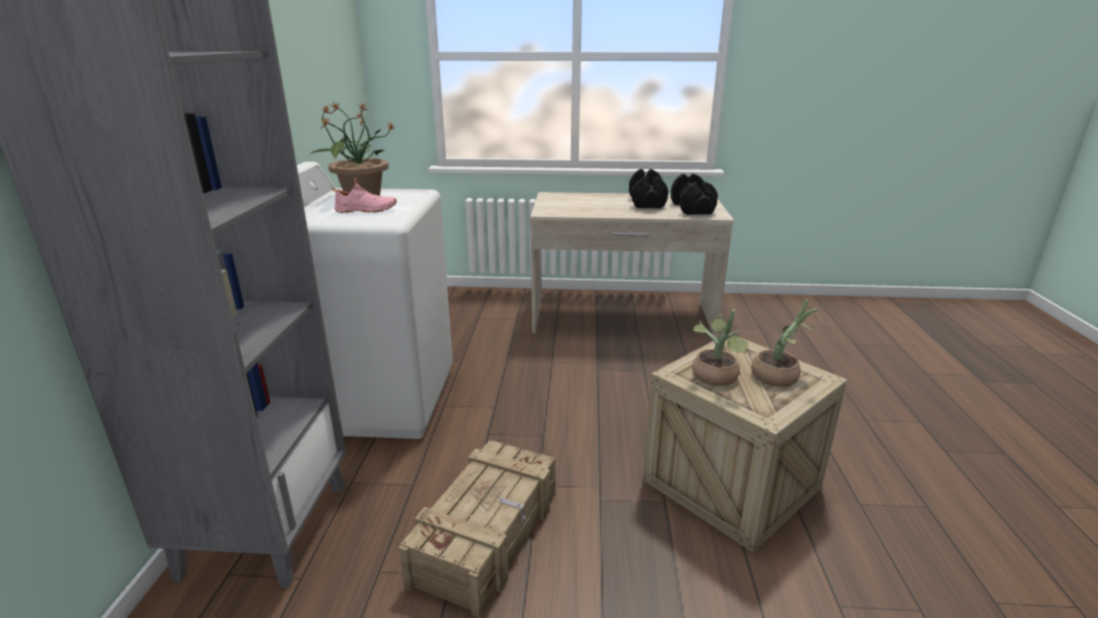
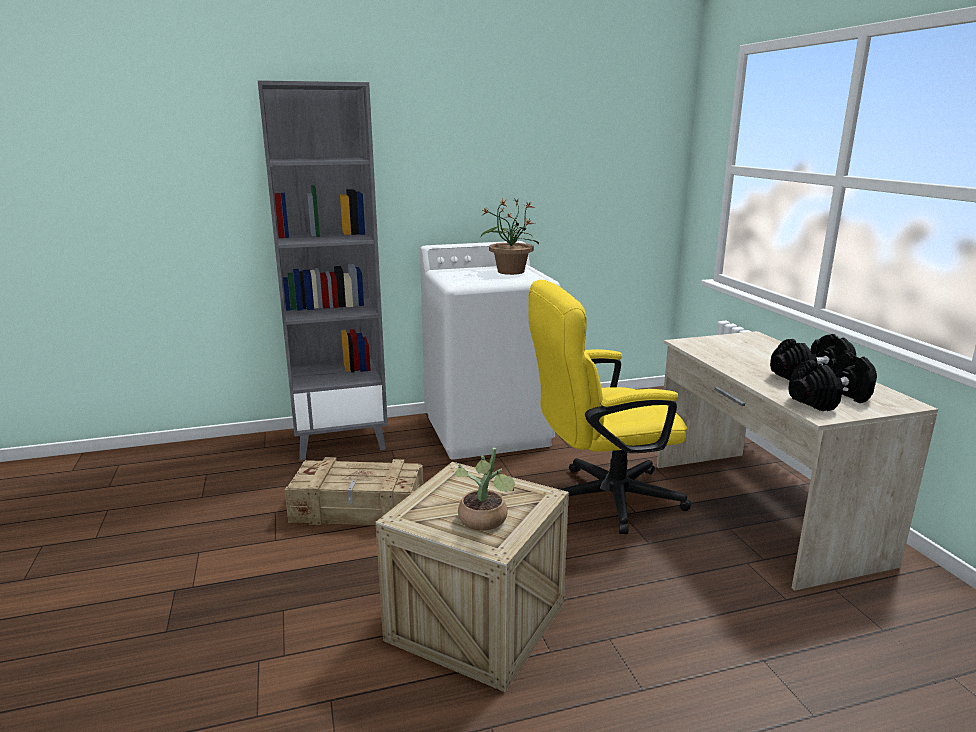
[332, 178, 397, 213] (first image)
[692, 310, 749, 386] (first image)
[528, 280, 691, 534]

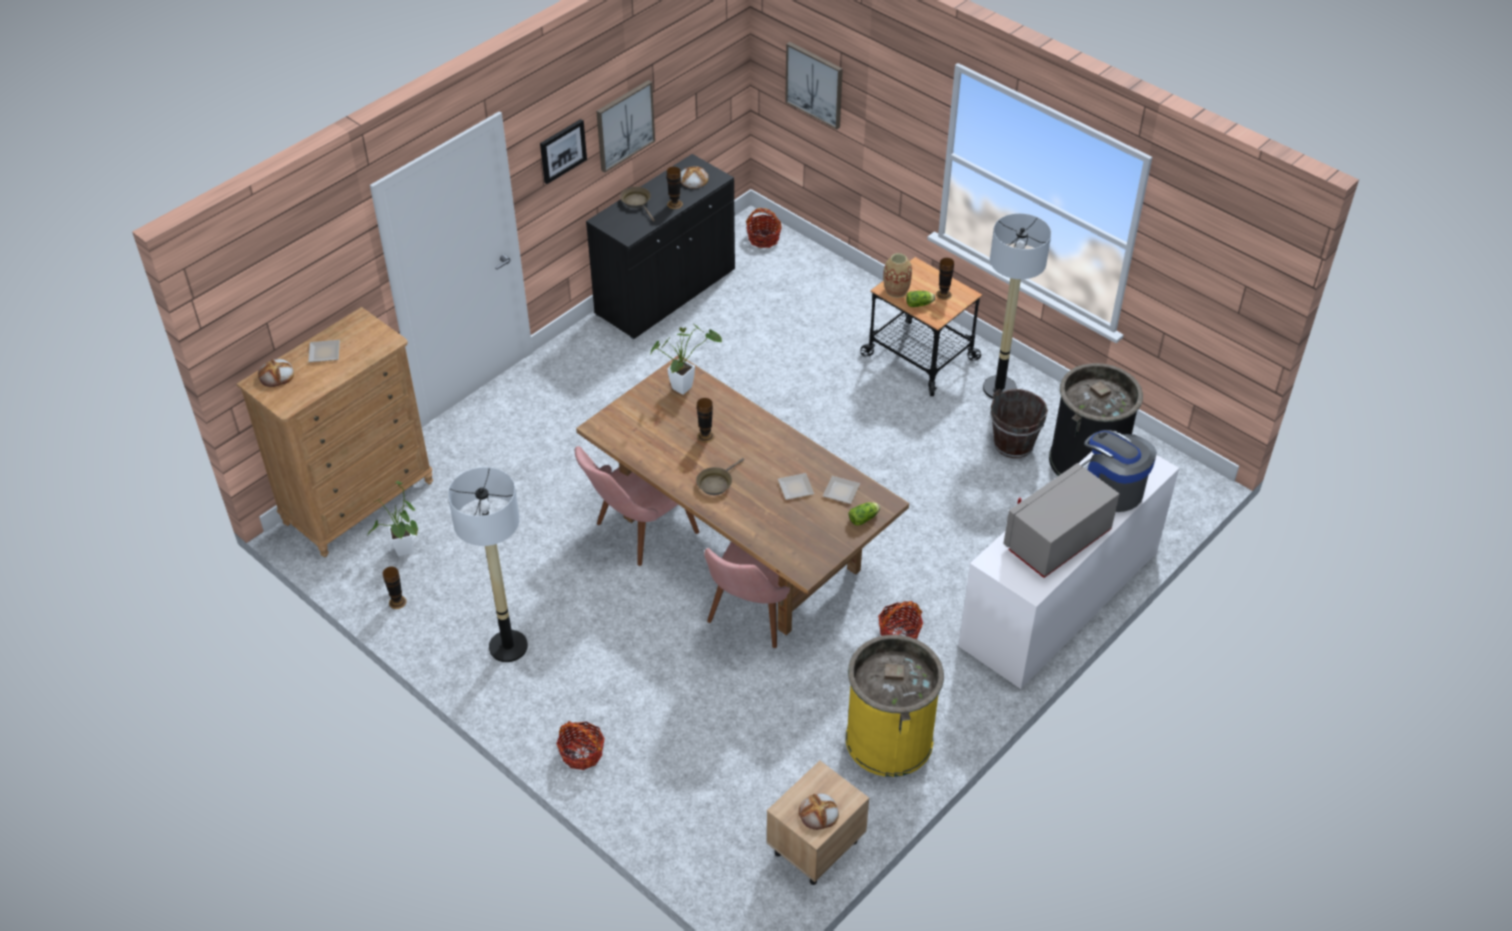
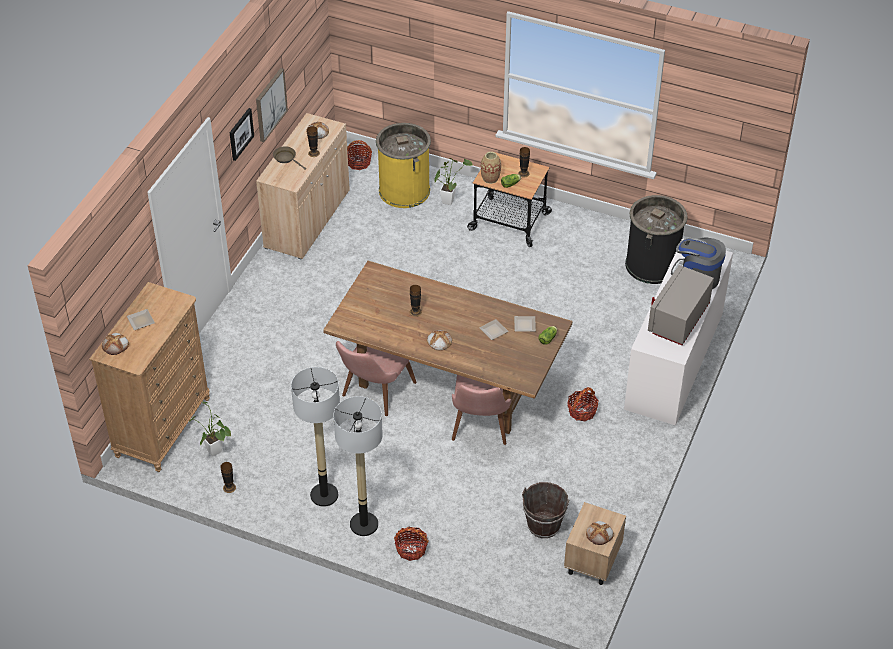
[256, 113, 350, 259]
[434, 158, 473, 205]
[427, 330, 452, 351]
[785, 42, 843, 130] (first image)
[376, 123, 431, 208]
[333, 396, 383, 536]
[522, 482, 570, 538]

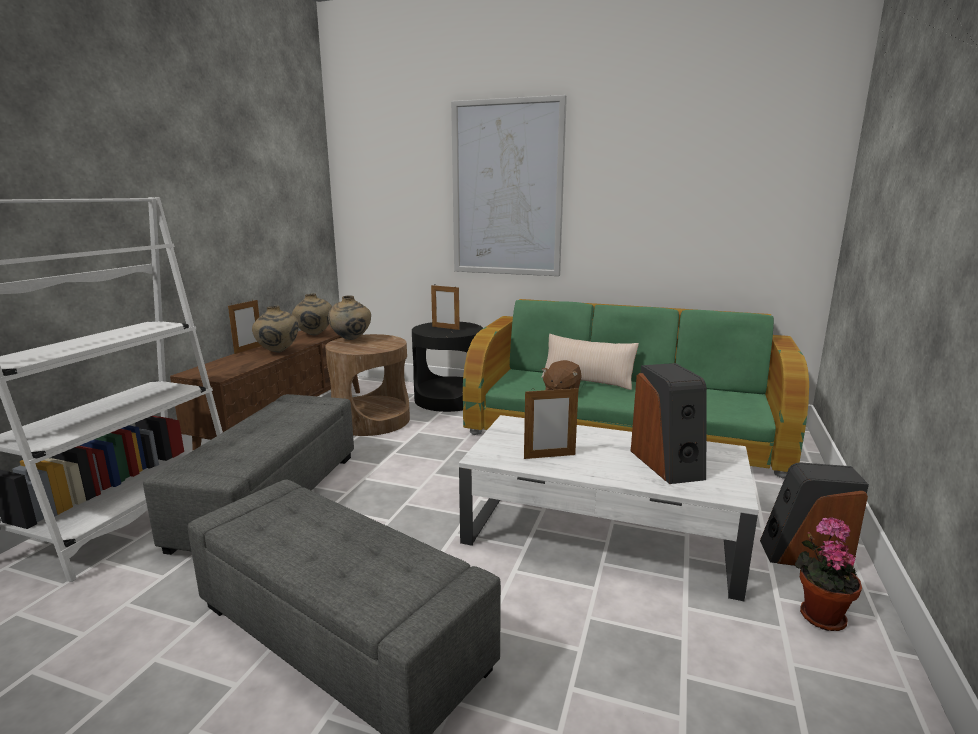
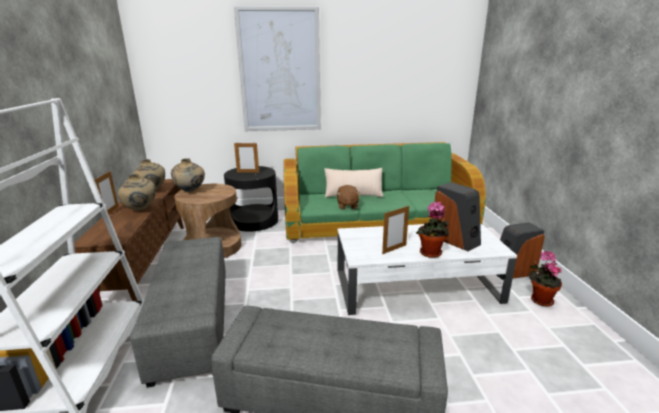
[416, 201, 449, 258]

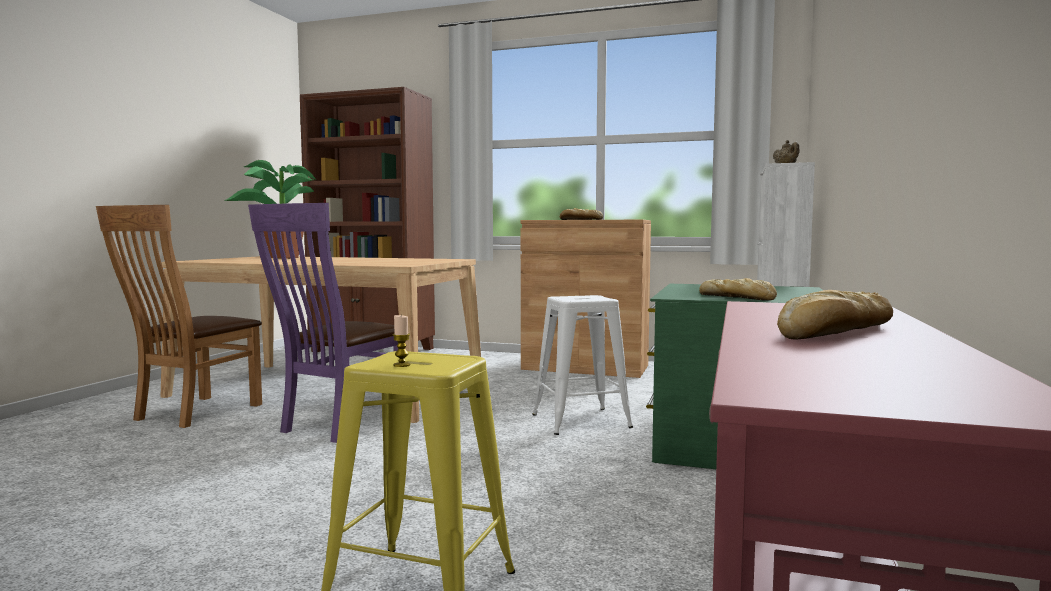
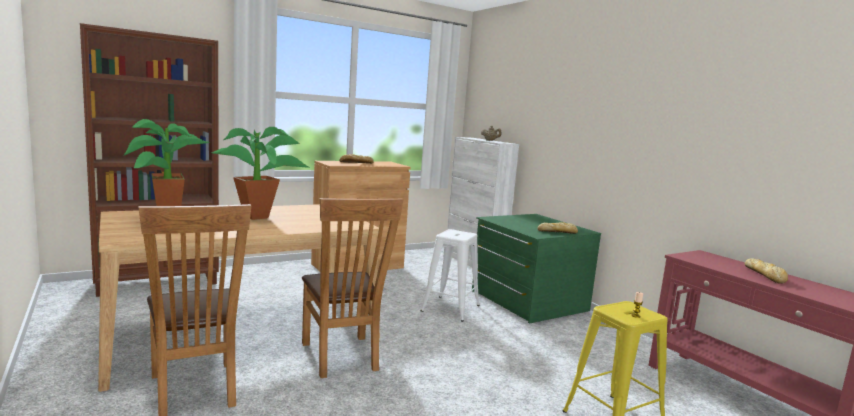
[302, 198, 403, 378]
[212, 127, 309, 220]

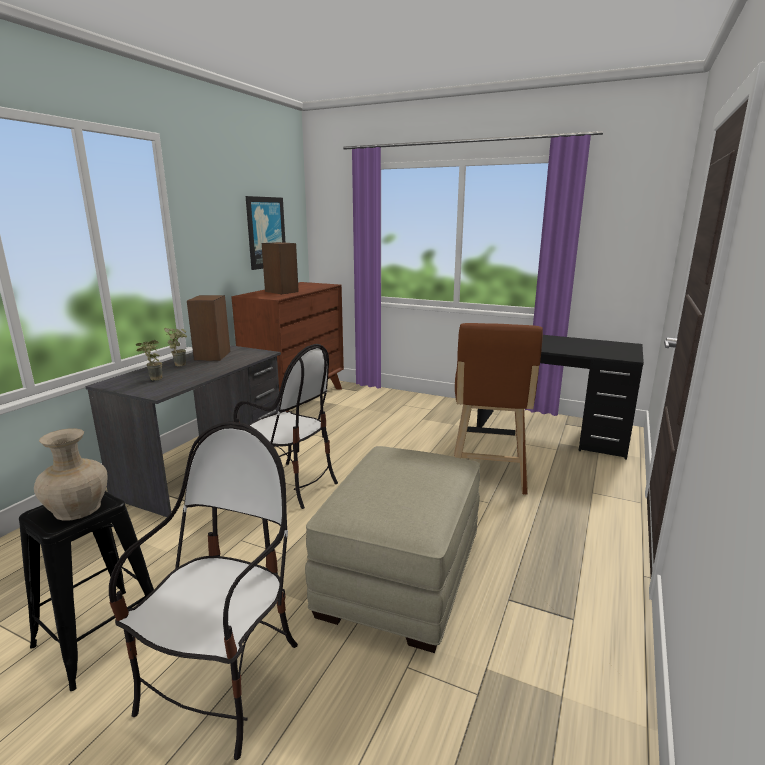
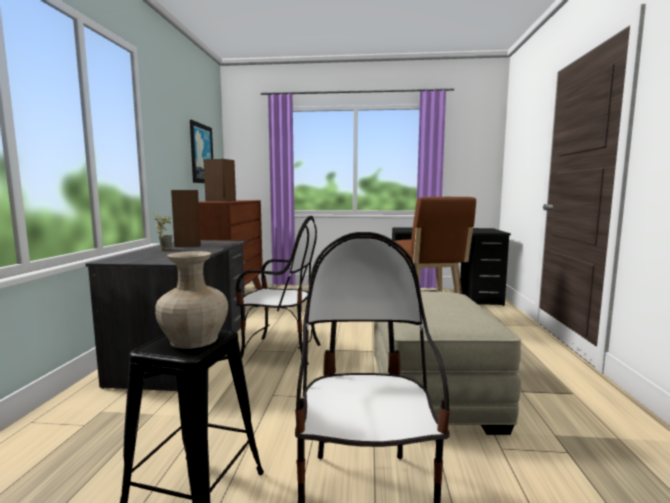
[136, 340, 162, 380] (first image)

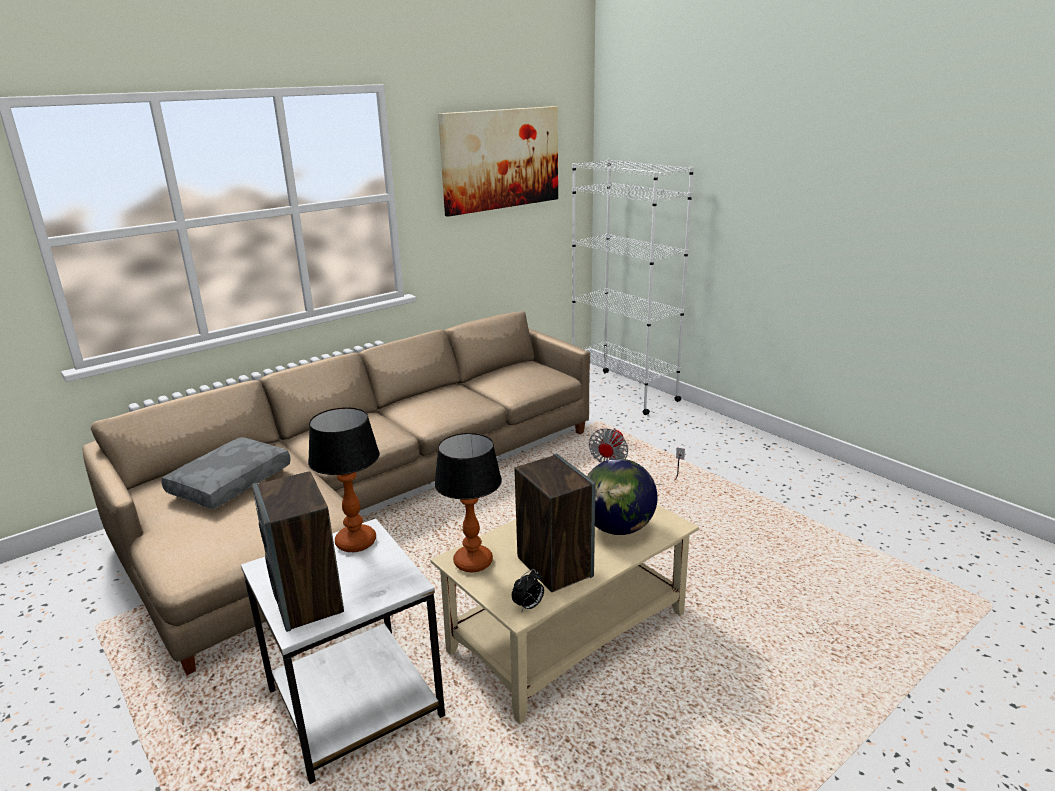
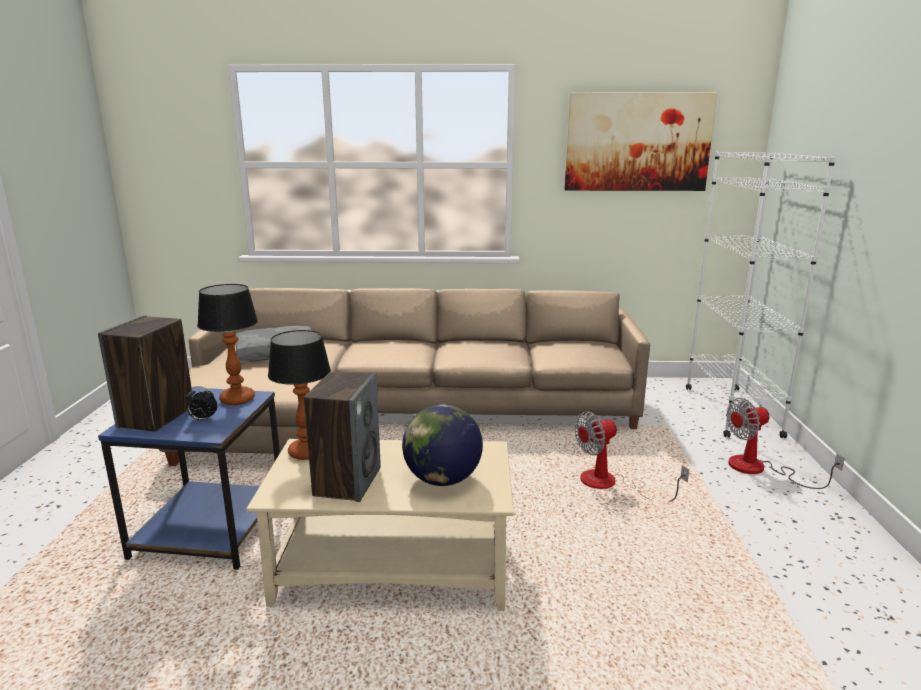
[98, 387, 280, 570]
[185, 387, 217, 421]
[726, 398, 845, 489]

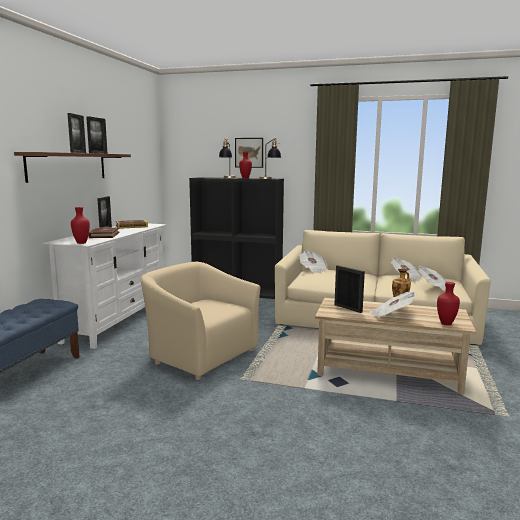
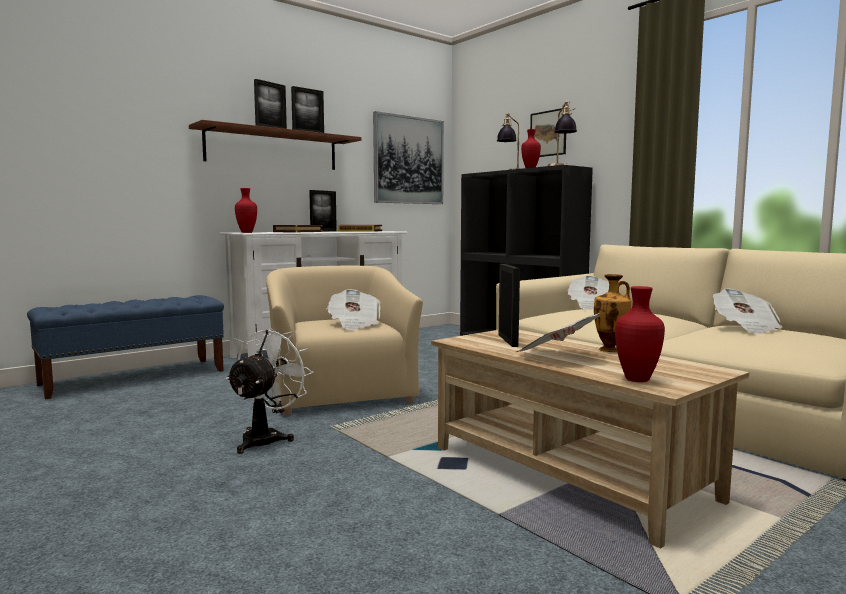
[327, 289, 381, 330]
[226, 329, 314, 454]
[373, 111, 444, 204]

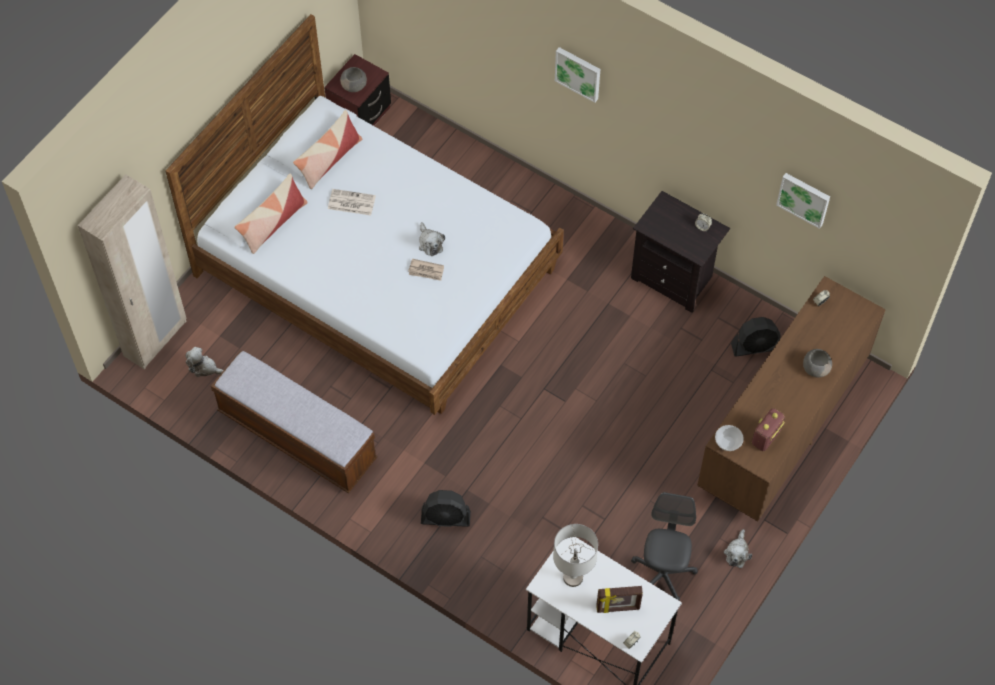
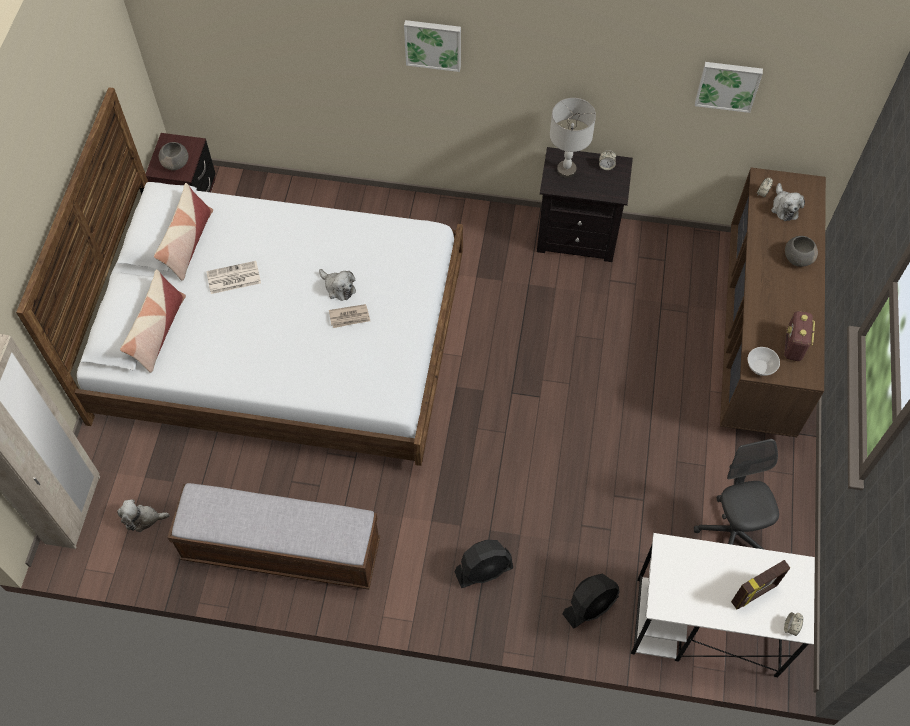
[550, 98, 596, 178]
[771, 183, 805, 221]
[563, 573, 619, 629]

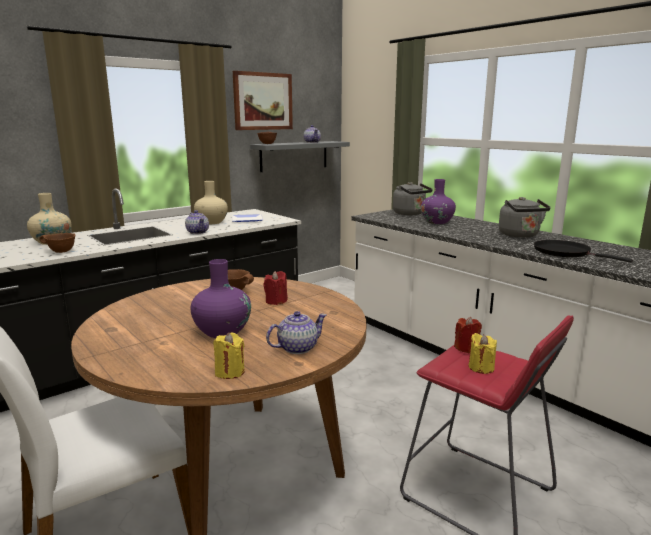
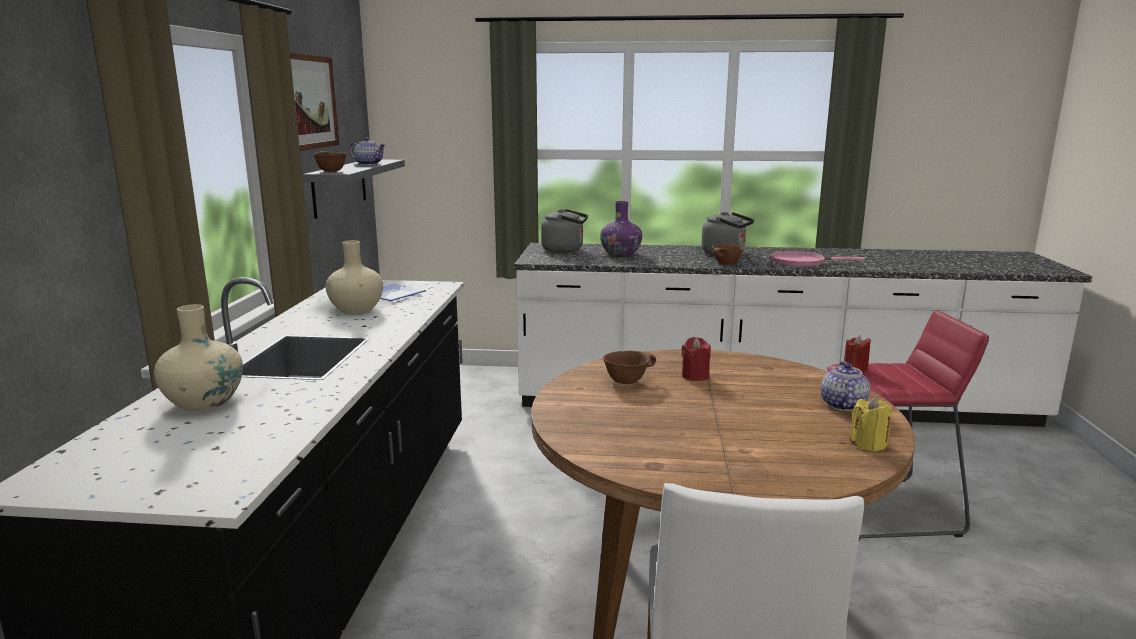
[712, 244, 744, 265]
[185, 210, 209, 234] (first image)
[191, 259, 251, 338] (first image)
[469, 333, 497, 374] (first image)
[770, 251, 865, 267]

